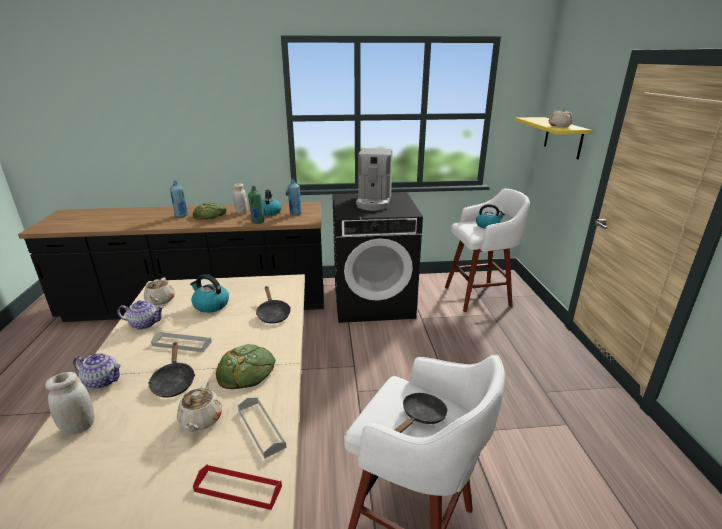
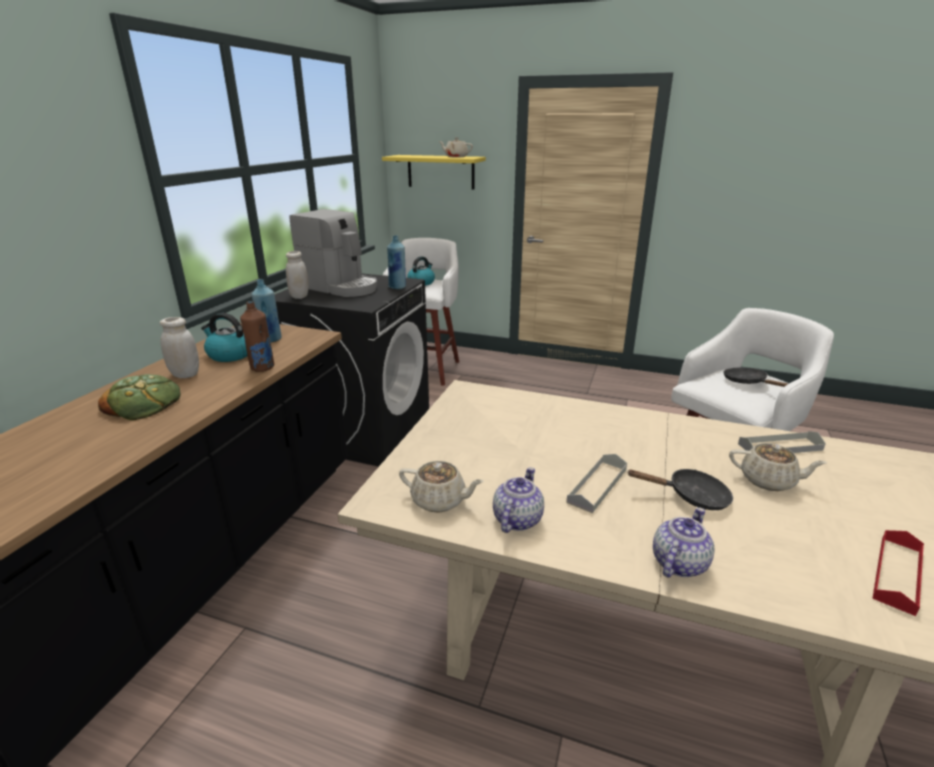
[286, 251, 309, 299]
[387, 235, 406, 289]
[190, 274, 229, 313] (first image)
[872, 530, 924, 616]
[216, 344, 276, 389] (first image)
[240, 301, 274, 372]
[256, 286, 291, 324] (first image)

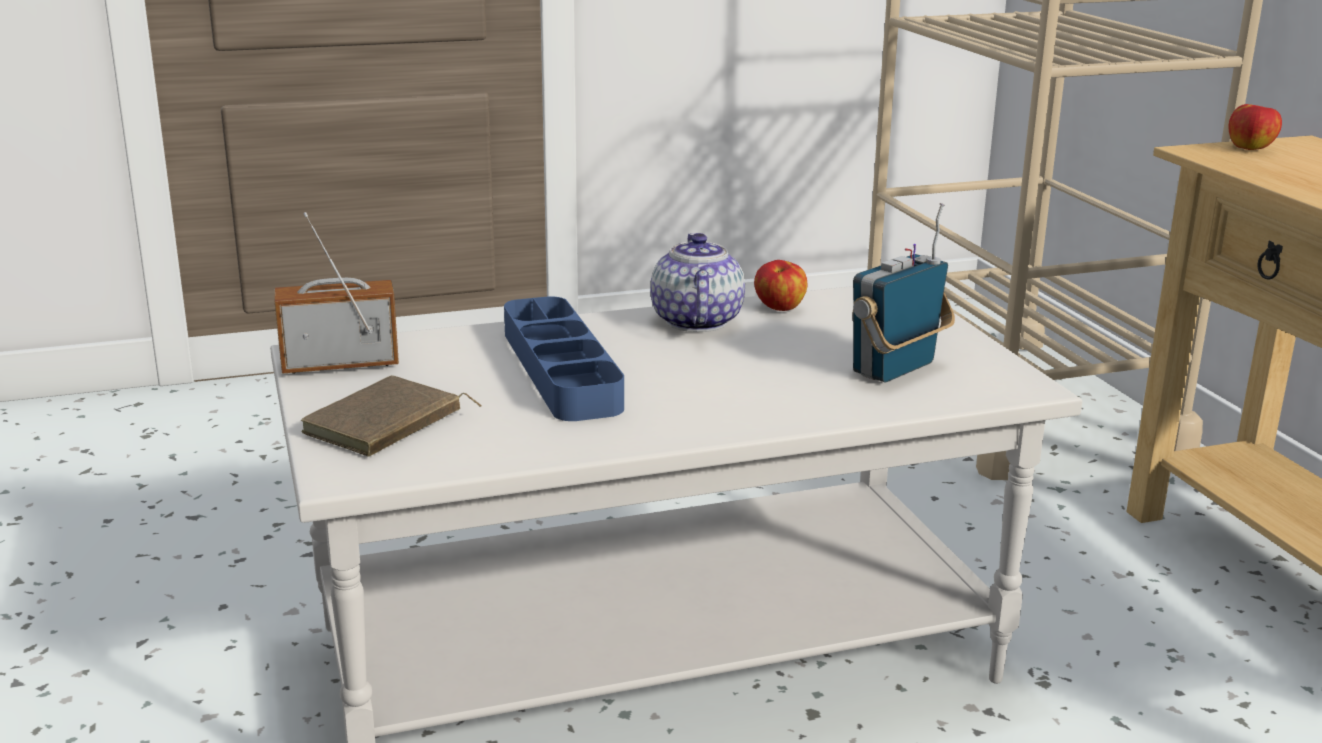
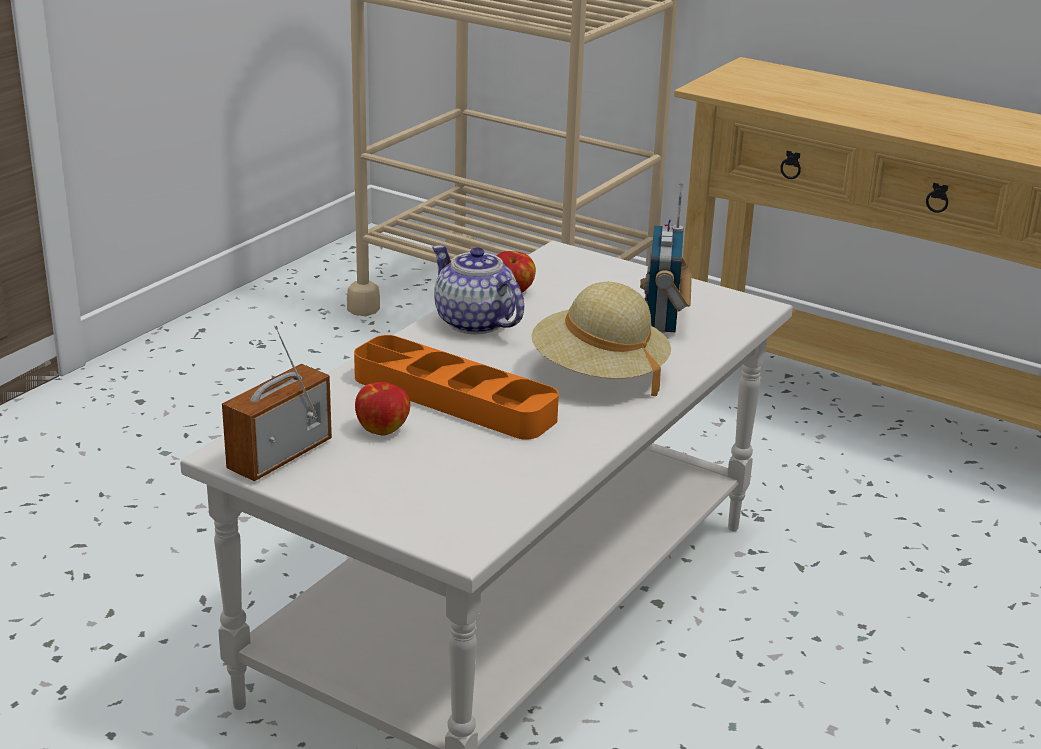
[301, 375, 482, 457] (first image)
[354, 335, 559, 439]
[355, 382, 410, 435]
[531, 282, 671, 396]

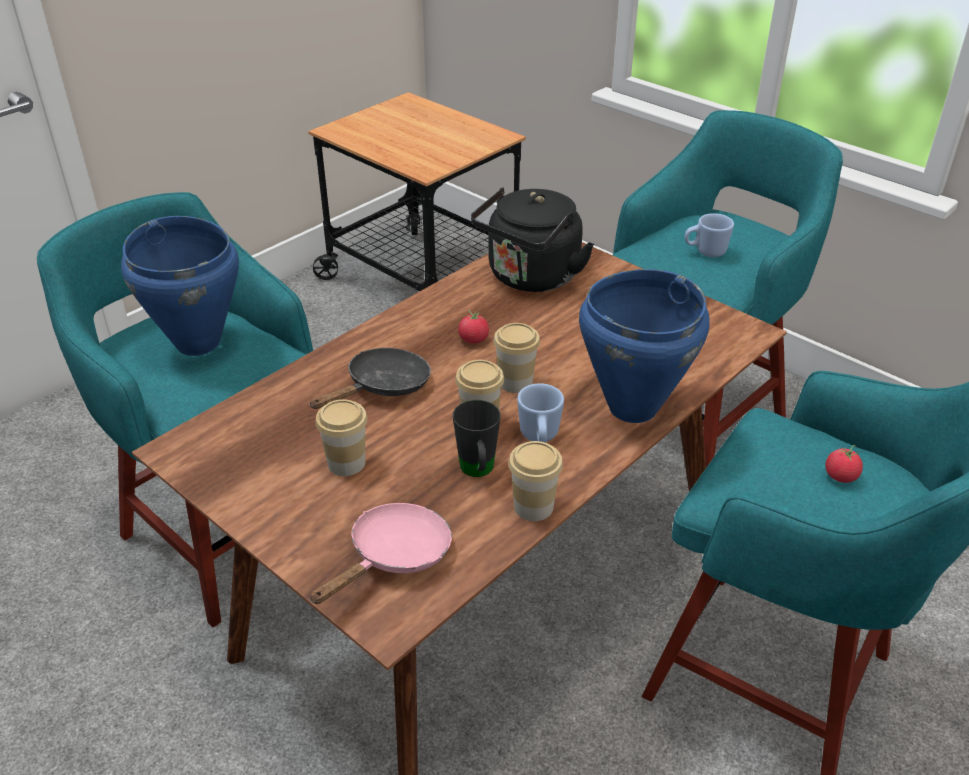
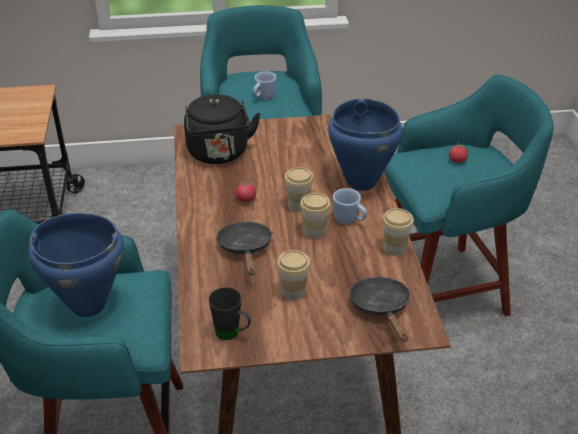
[349, 277, 410, 342]
[208, 287, 251, 340]

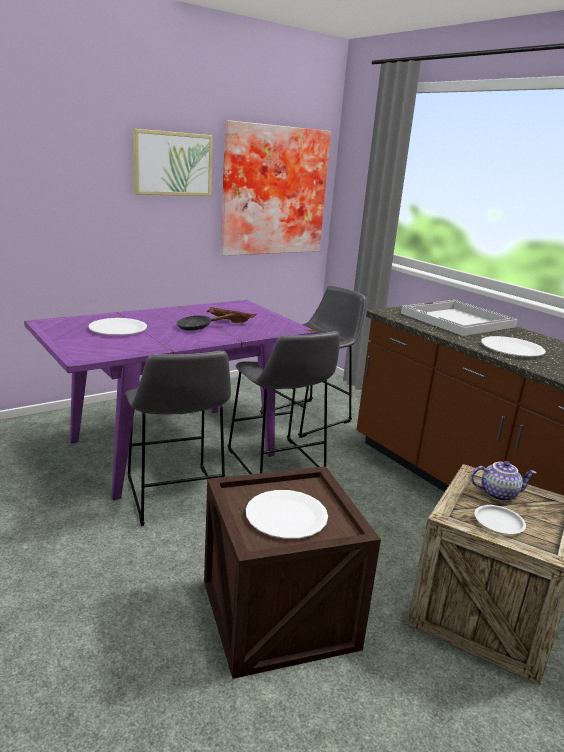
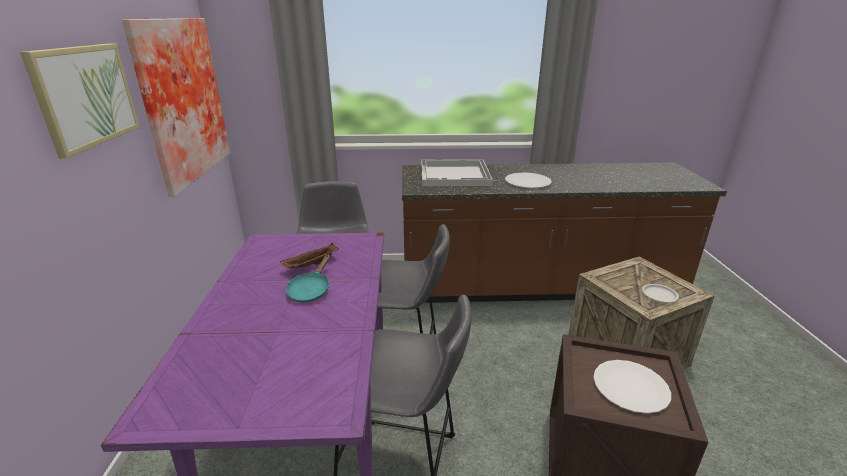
[88, 318, 147, 335] (first image)
[286, 254, 330, 303]
[471, 461, 536, 501] (first image)

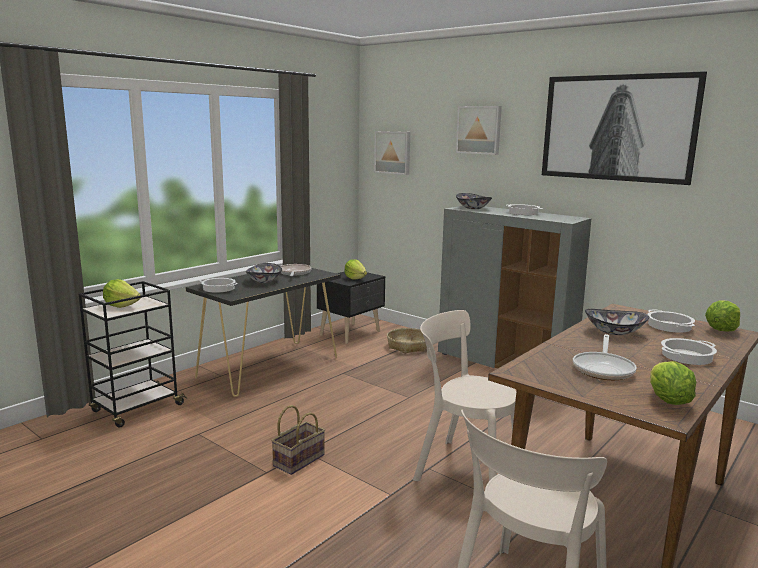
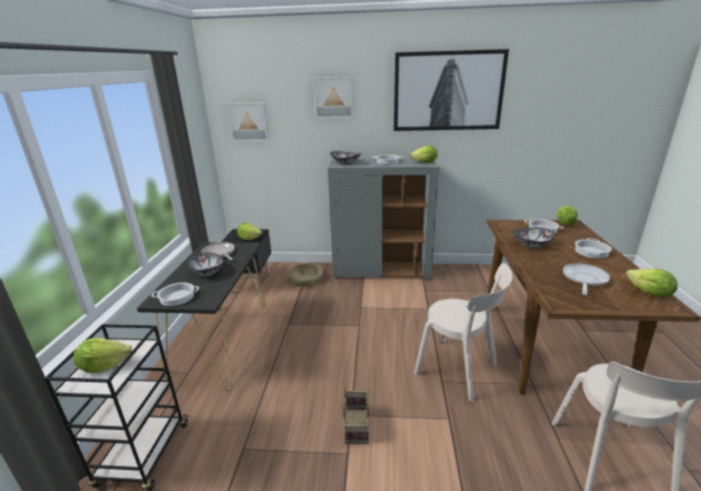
[414, 263, 513, 402]
[563, 263, 610, 295]
[410, 145, 438, 163]

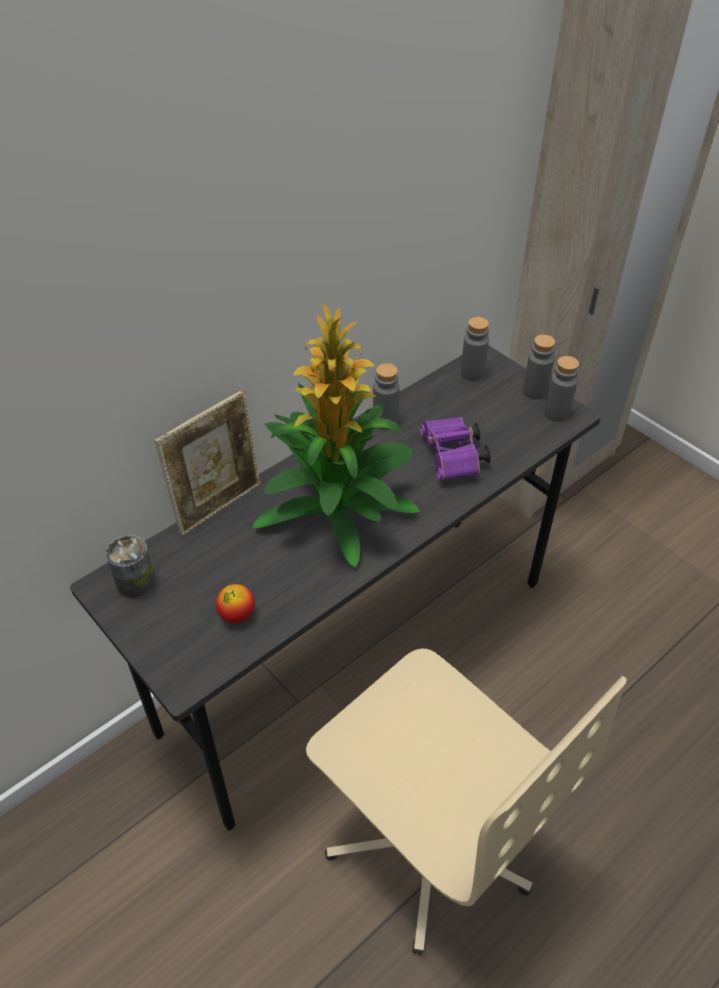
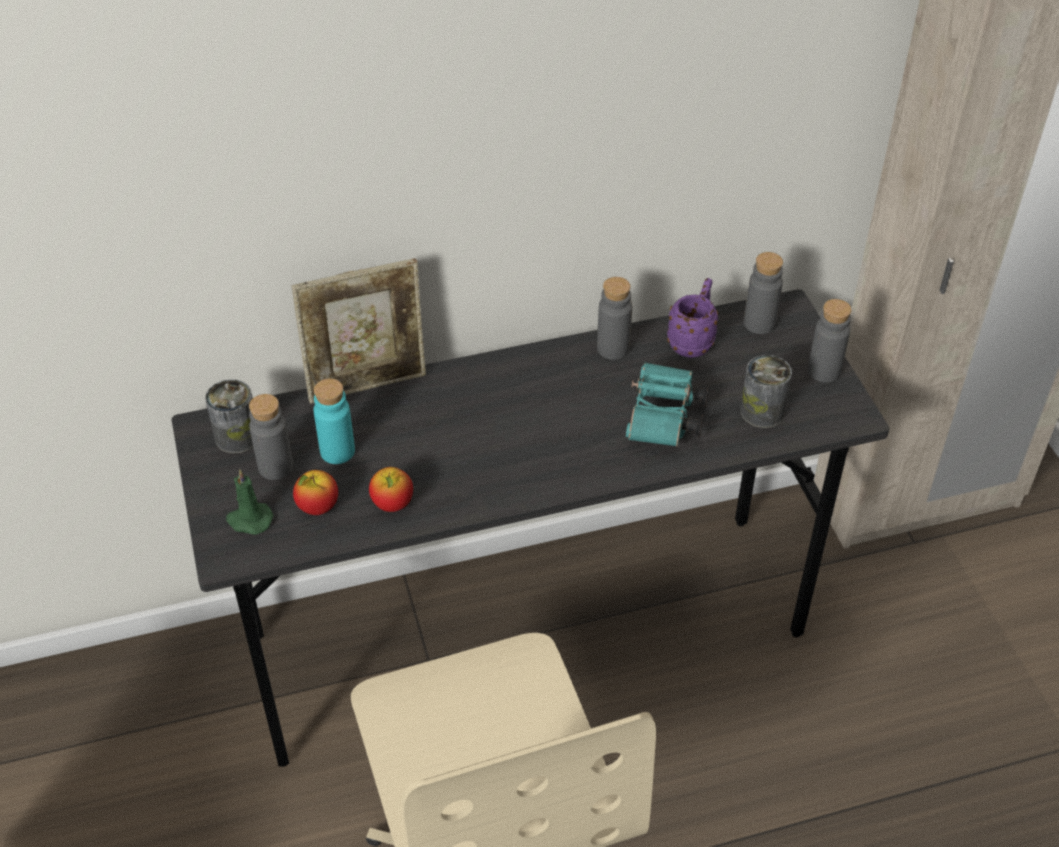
[252, 302, 420, 567] (first image)
[626, 362, 710, 447]
[249, 394, 293, 480]
[226, 469, 274, 535]
[314, 378, 355, 464]
[369, 467, 413, 512]
[667, 278, 718, 358]
[740, 355, 792, 428]

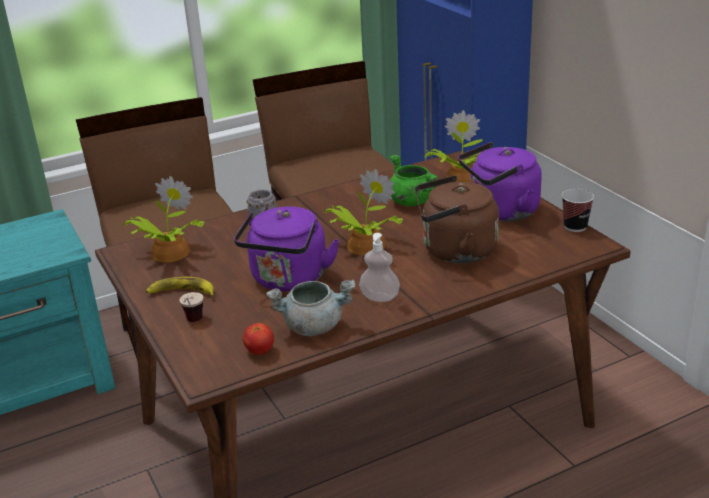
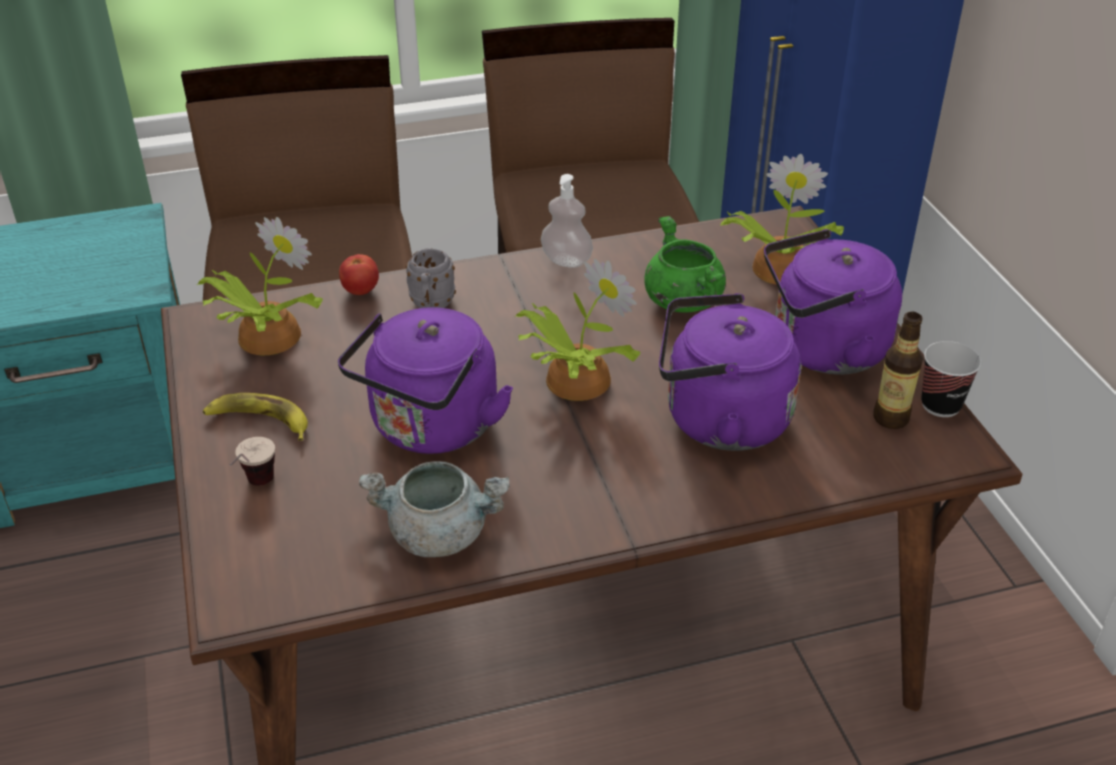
[339, 254, 379, 295]
[541, 174, 593, 268]
[659, 293, 801, 451]
[874, 312, 923, 429]

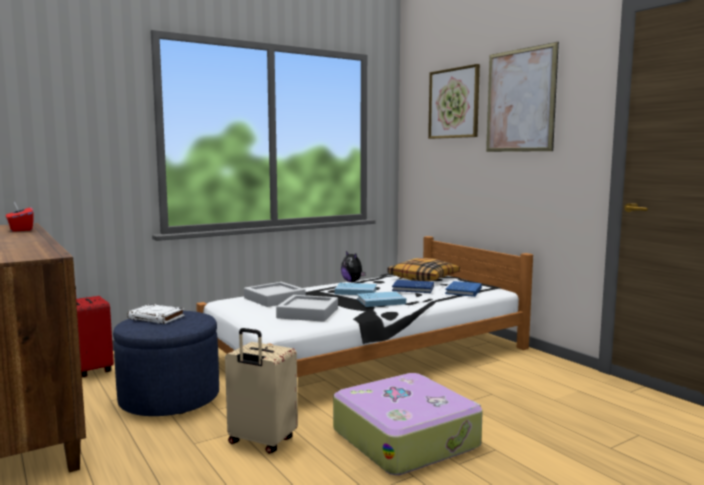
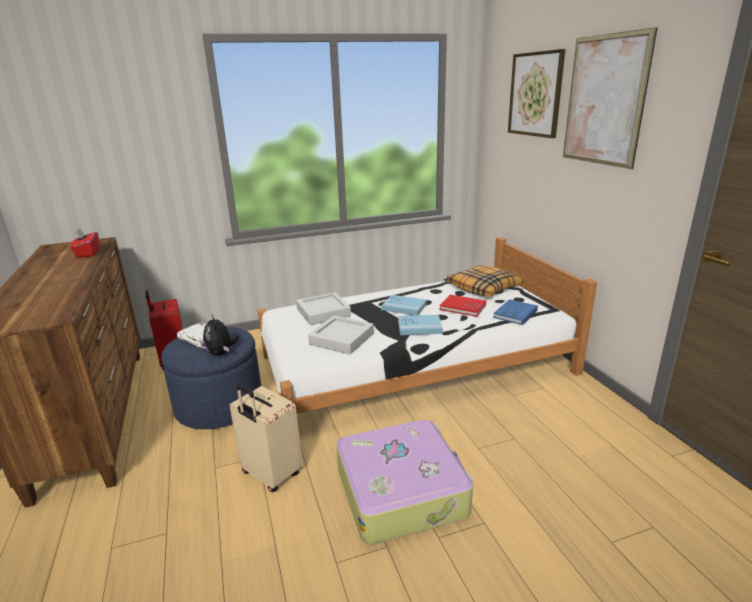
[203, 315, 239, 356]
[439, 295, 486, 317]

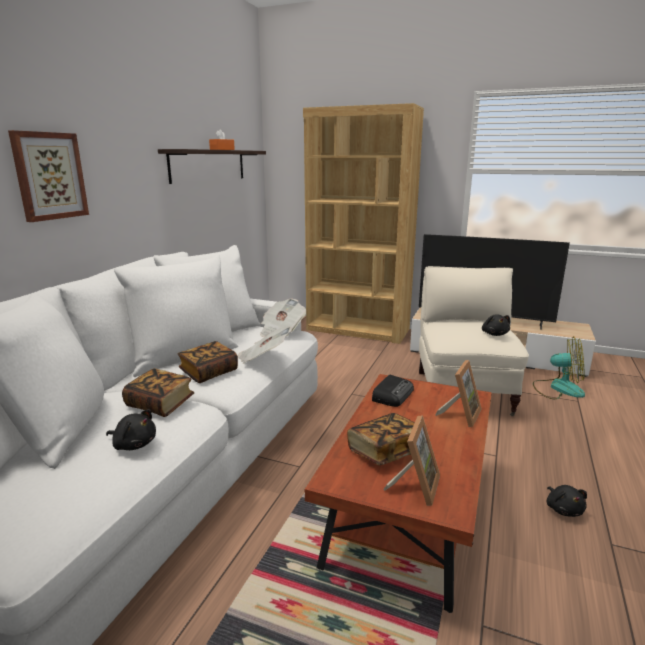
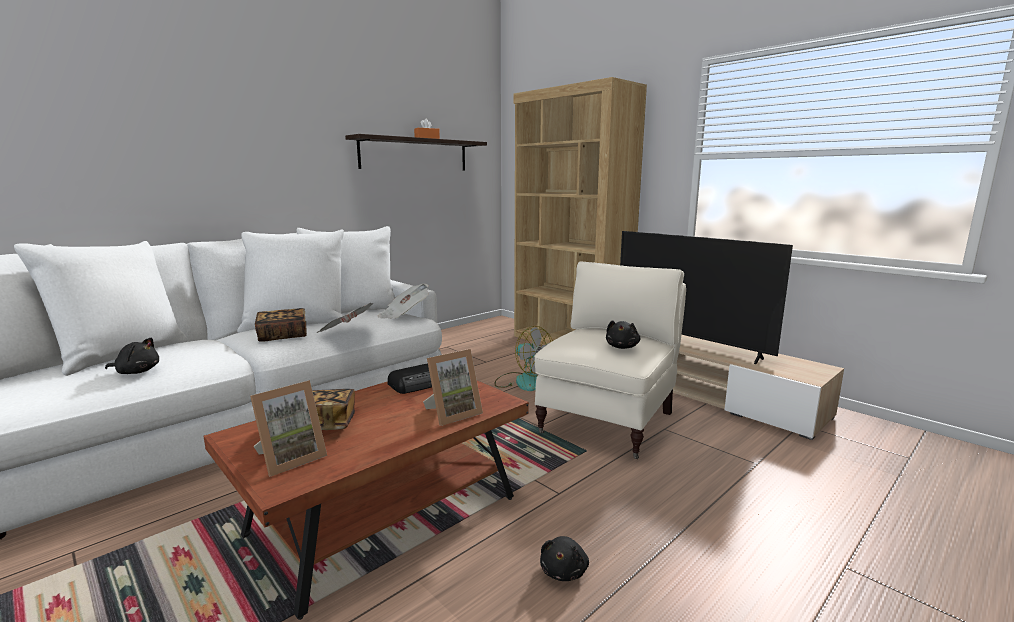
[8, 130, 89, 222] (first image)
[105, 337, 159, 374]
[122, 368, 194, 417] (first image)
[494, 326, 553, 391]

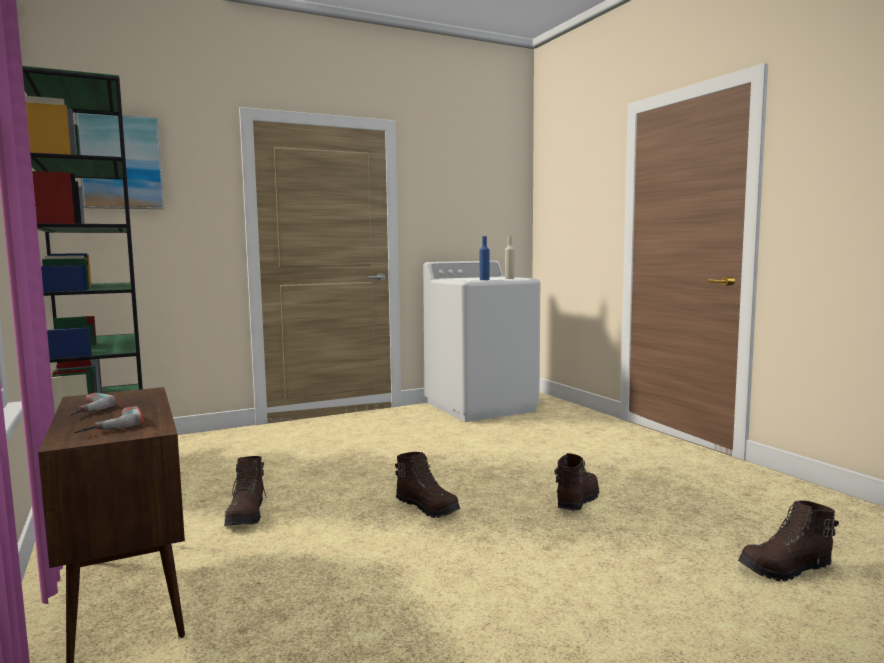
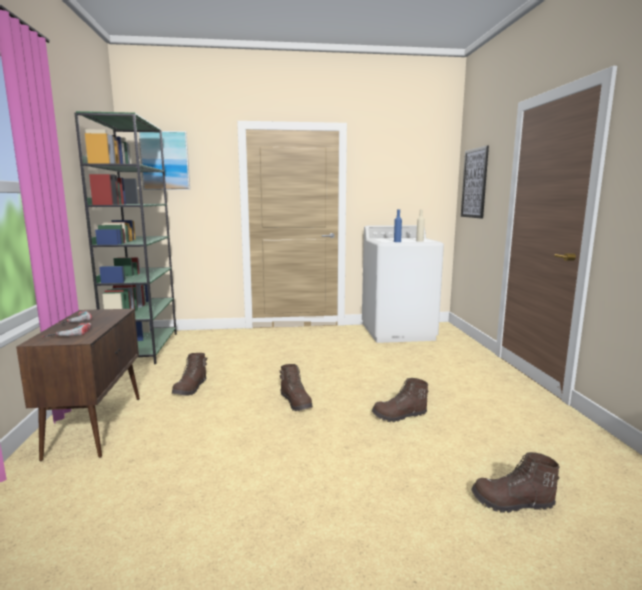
[372, 378, 428, 422]
[461, 146, 489, 219]

